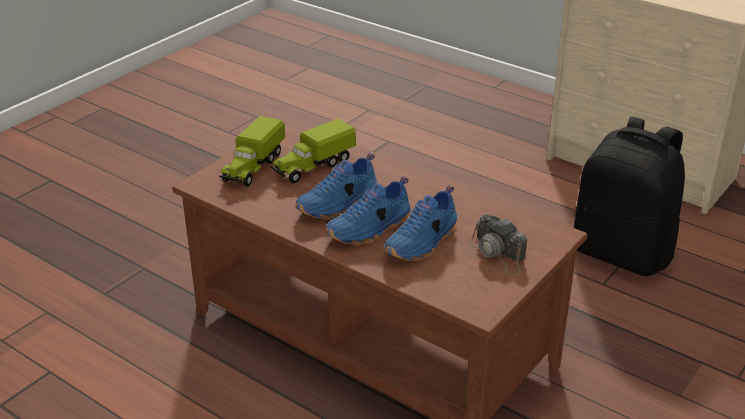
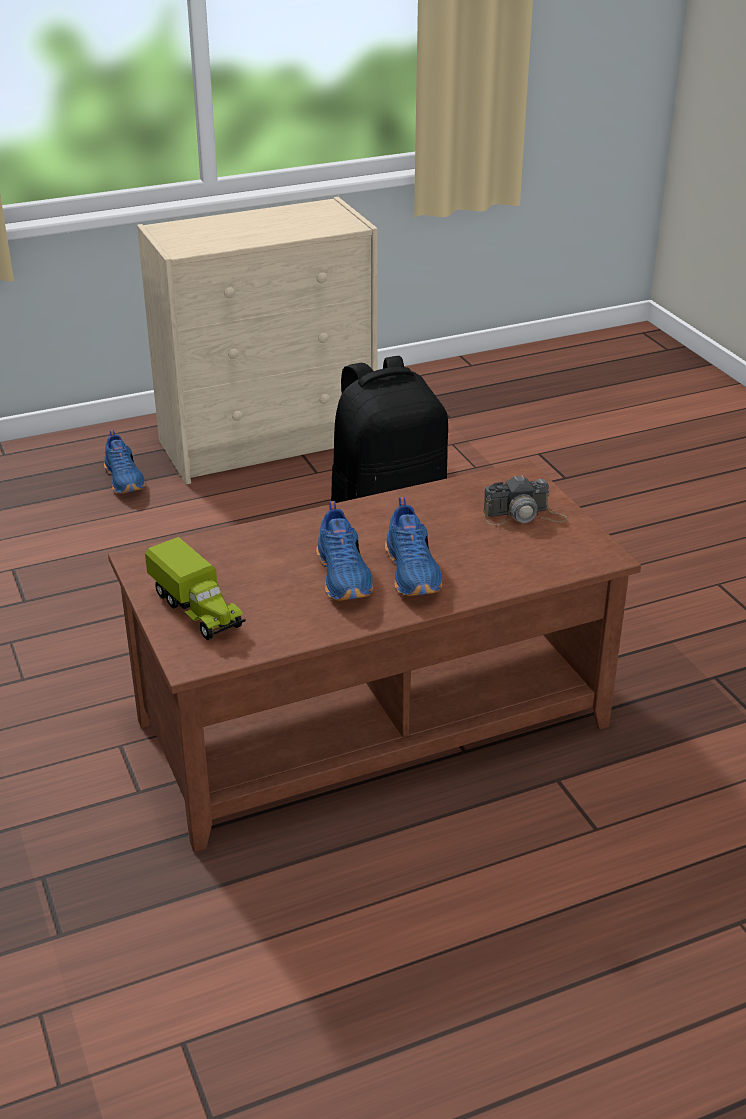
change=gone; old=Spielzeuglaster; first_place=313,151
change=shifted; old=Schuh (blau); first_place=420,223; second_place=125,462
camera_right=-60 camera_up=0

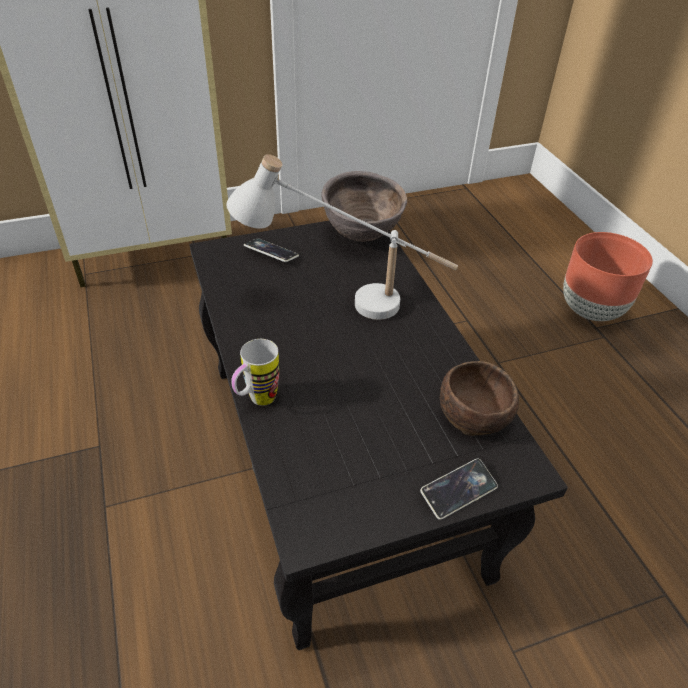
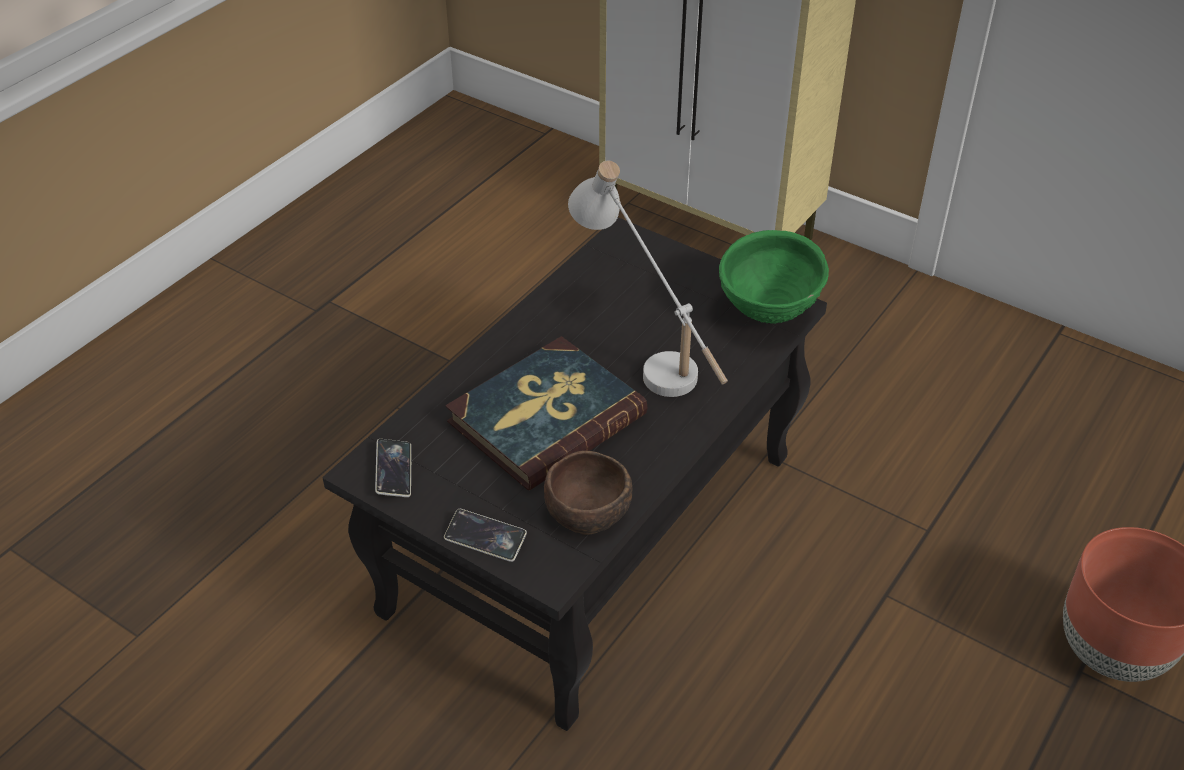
change=gone; old=Henkelbecher; first_place=255,372
change=new; new=Buch; second_place=547,413
change=shifted; old=Handy; first_place=271,250; second_place=393,468
change=repainted; old=Schüssel (braun); new=Schüssel (grün); first_place=364,206; second_place=774,277
camera_right=55 camera_up=0

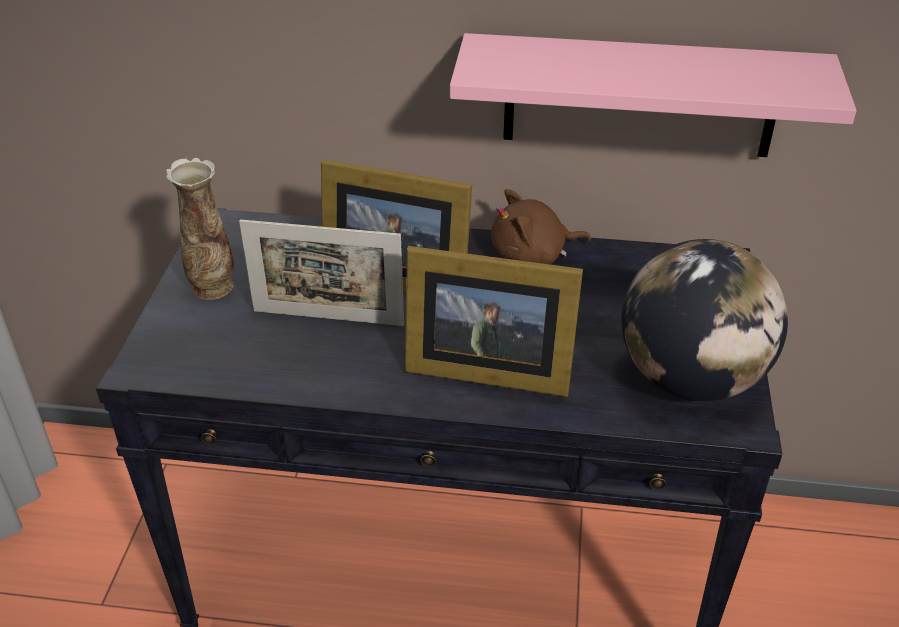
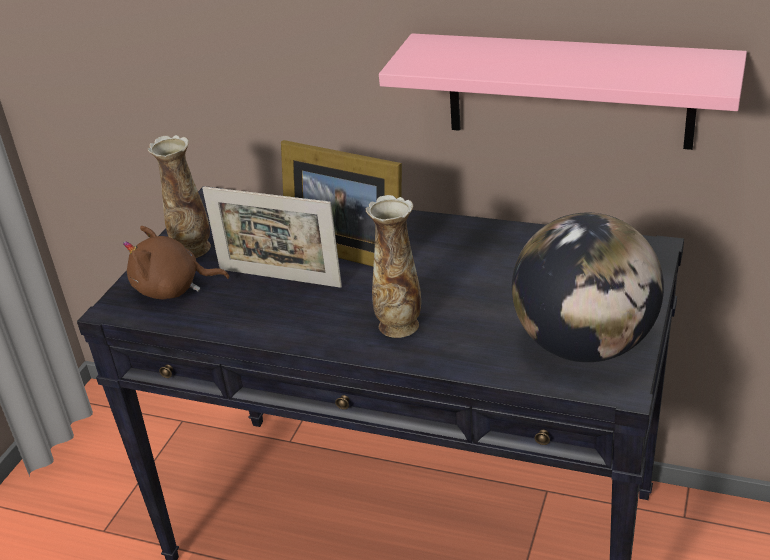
change=shifted; old=Plüschtier (braun); first_place=541,226; second_place=176,262
change=swapped; old=Bilderrahmen; new=Vase; first_place=494,321; second_place=393,266
camera_right=15 camera_up=-5

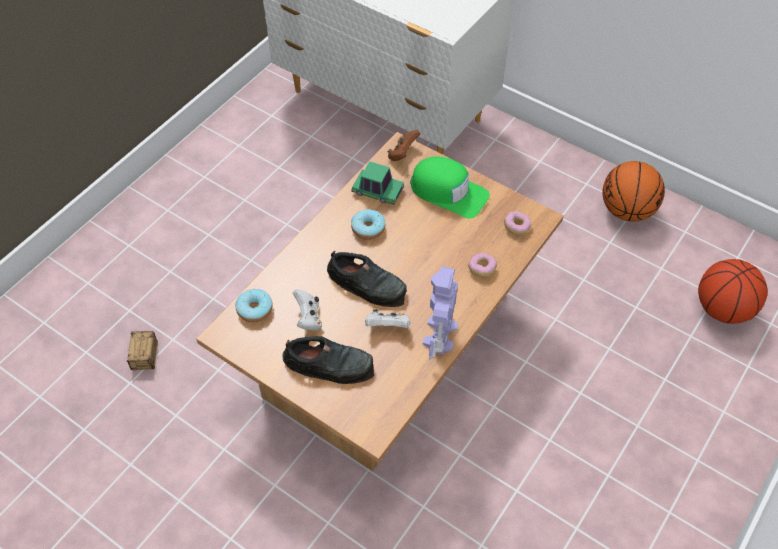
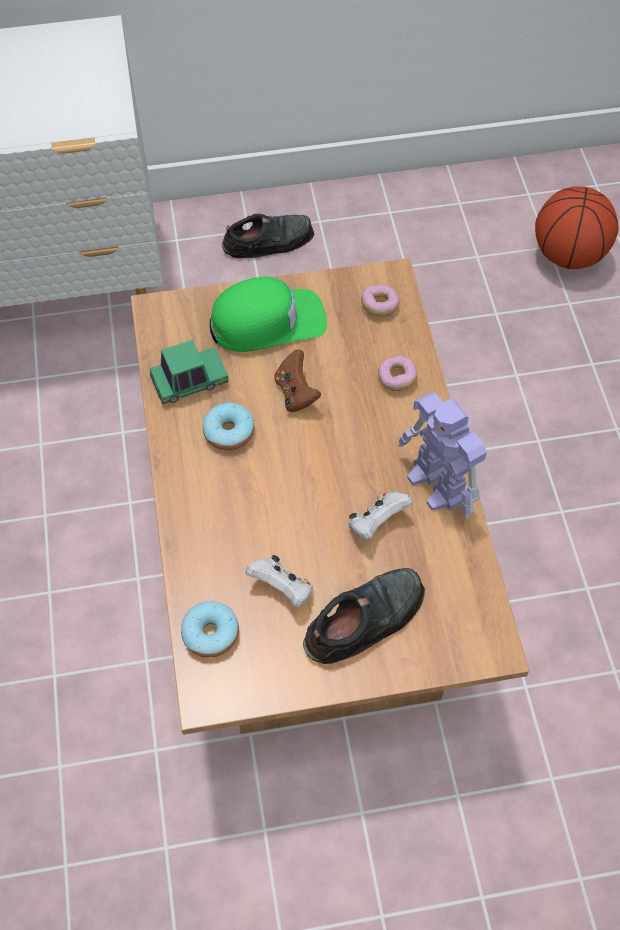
change=gone; old=Aufbewahrungsbox; first_place=142,355
change=gone; old=Basketball; first_place=633,191
change=shifted; old=Schuh (schwarz); first_place=367,279; second_place=268,236
change=shifted; old=Gamepad (braun); first_place=404,145; second_place=297,381
camera_right=-45 camera_up=5

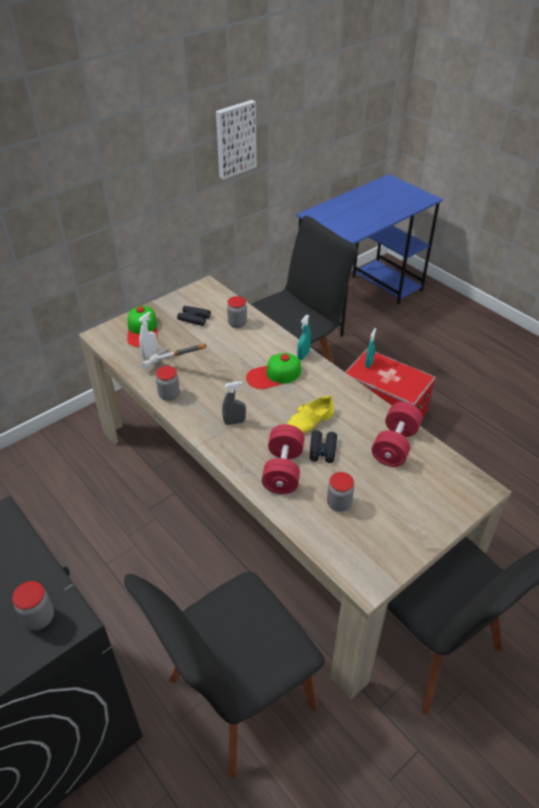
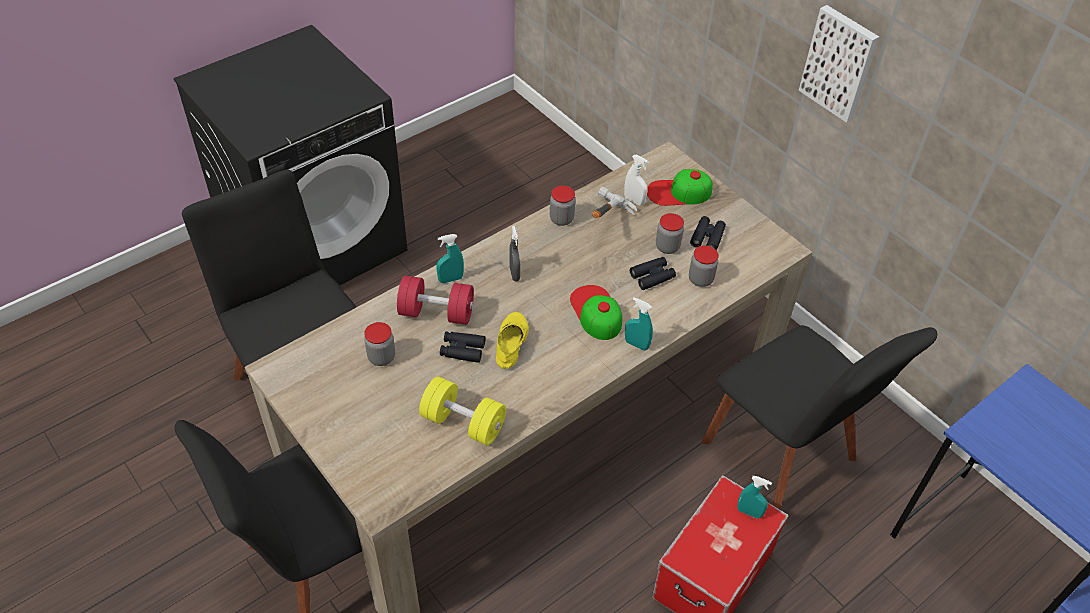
change=new; new=Sprühflasche (türkis); second_place=450,258
change=new; new=Fernglas (schwarz); second_place=653,273
change=shifted; old=Vorratsglas; first_place=33,605; second_place=670,233
change=shifted; old=Bild; first_place=236,140; second_place=839,64
change=repainted; old=Hantel (rot); new=Hantel (gelb); first_place=397,434; second_place=462,411
change=rotated; old=Schuh (gelb); first_place=311,414; second_place=512,340; degrees=45
camera_right=90 camera_up=5

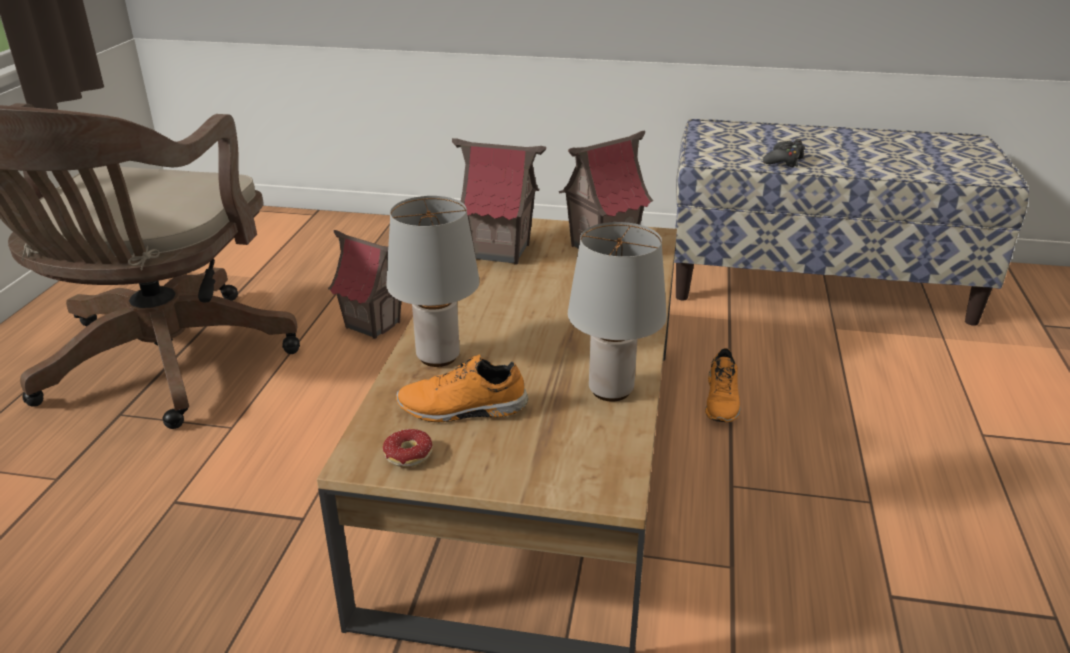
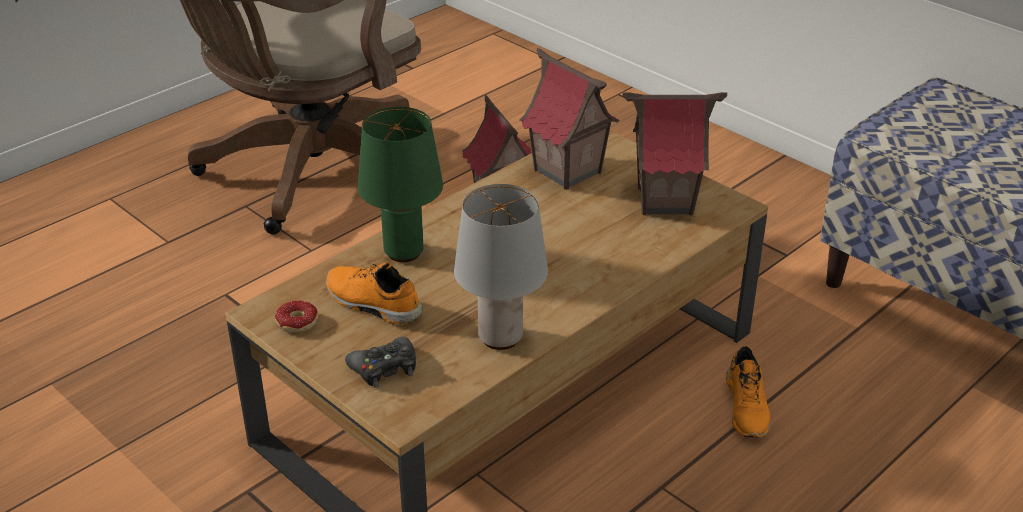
change=shifted; old=Gamepad (schwarz); first_place=784,153; second_place=380,362
change=repainted; old=Tischlampe (grau); new=Tischlampe (grün); first_place=433,281; second_place=400,184
change=rotated; old=Schuh (orange); first_place=723,385; second_place=748,392; degrees=-45
camera_right=35 camera_up=5

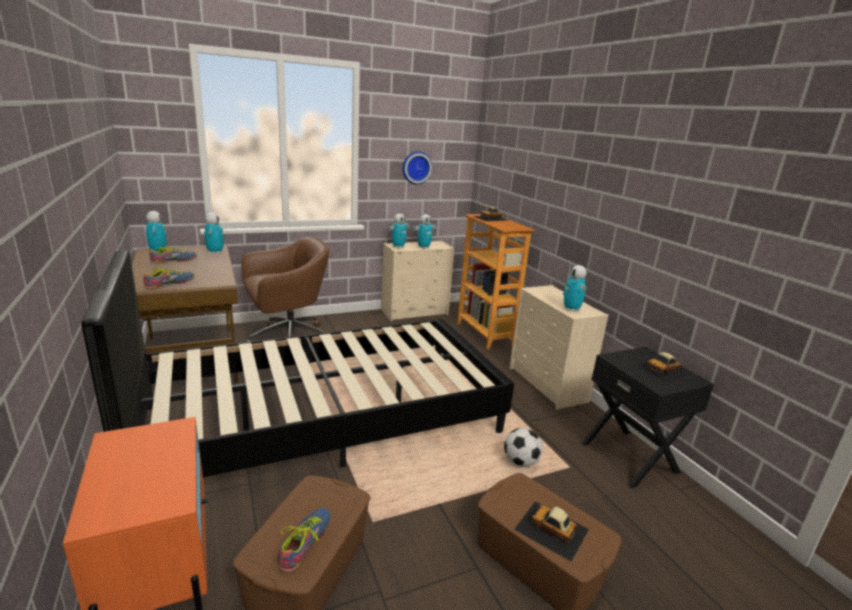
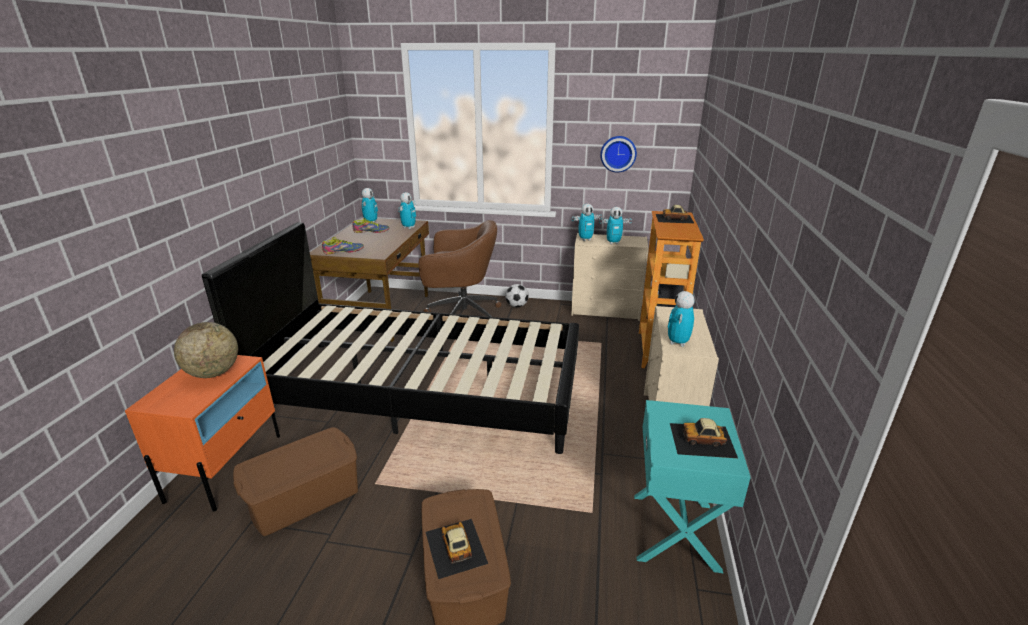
change=gone; old=Schuh; first_place=304,539
change=new; new=Globus; second_place=206,350
change=shifted; old=Fußball; first_place=523,447; second_place=517,295
change=repainted; old=Nachttisch (schwarz); new=Nachttisch (türkis); first_place=647,417; second_place=692,486
camera_right=35 camera_up=5

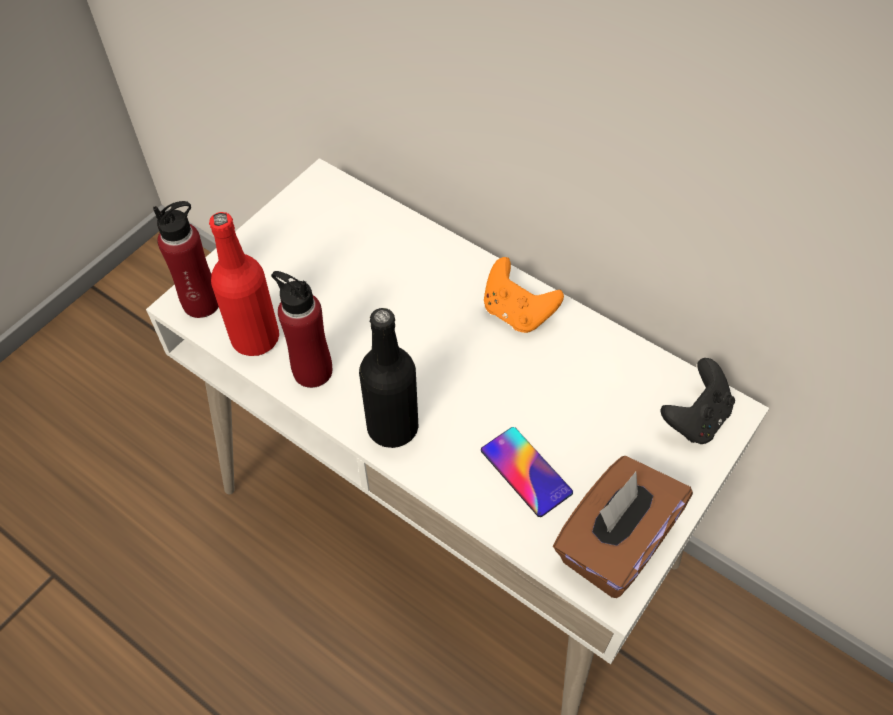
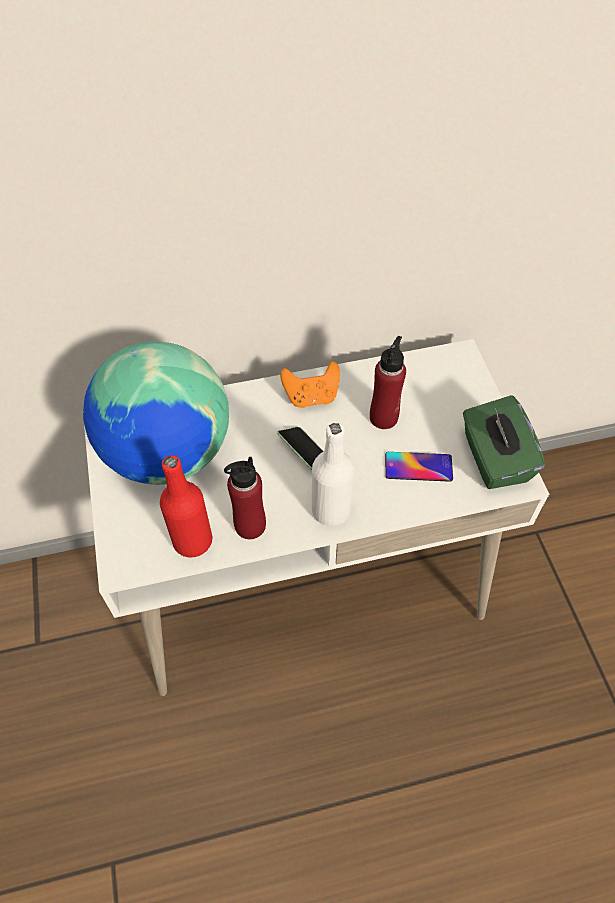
change=gone; old=Gamepad (schwarz); first_place=697,401
change=new; new=Globus; second_place=156,413
change=new; new=Handy; second_place=300,448
change=shifted; old=Flasche (rot); first_place=186,259; second_place=388,382
change=repainted; old=Flasche (schwarz); new=Flasche (weiß); first_place=388,378; second_place=333,474
change=repainted; old=Taschentuchbox (braun); new=Taschentuchbox (grün); first_place=623,527; second_place=504,442
camera_right=-50 camera_up=0

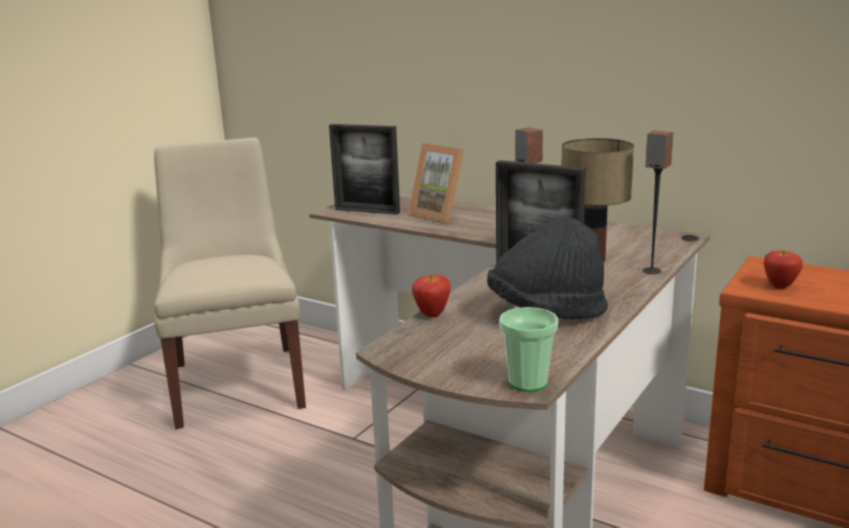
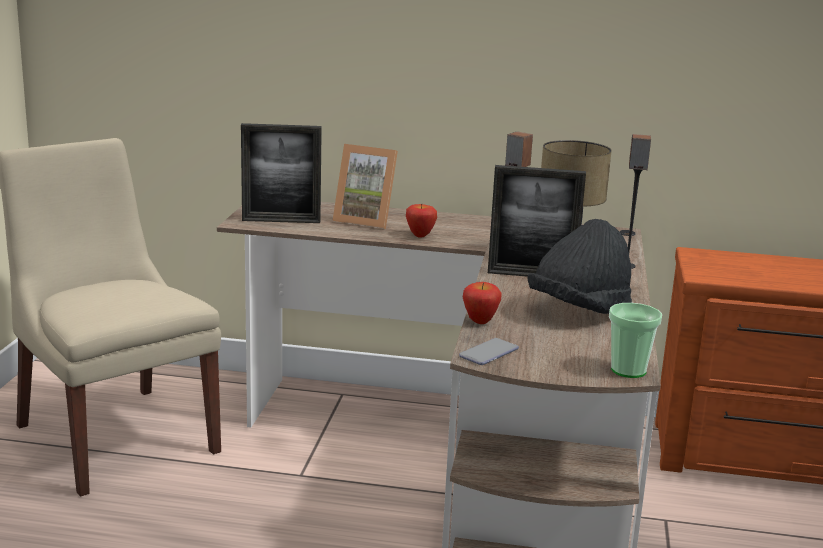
change=new; new=Handy; second_place=489,351
change=shifted; old=Apfel; first_place=783,270; second_place=421,221
camera_right=-25 camera_up=0

